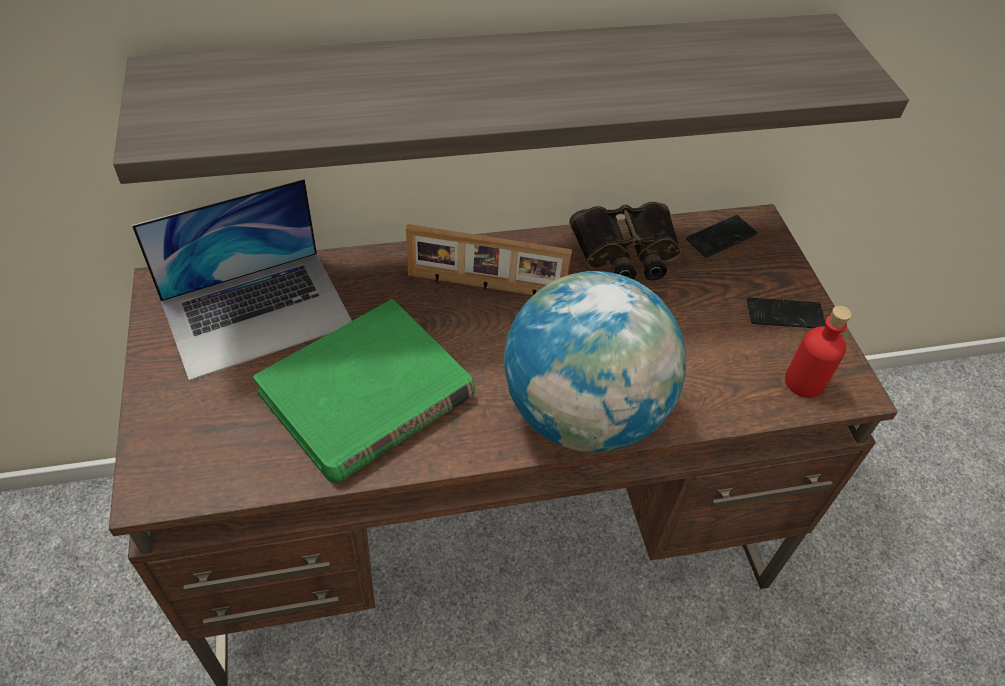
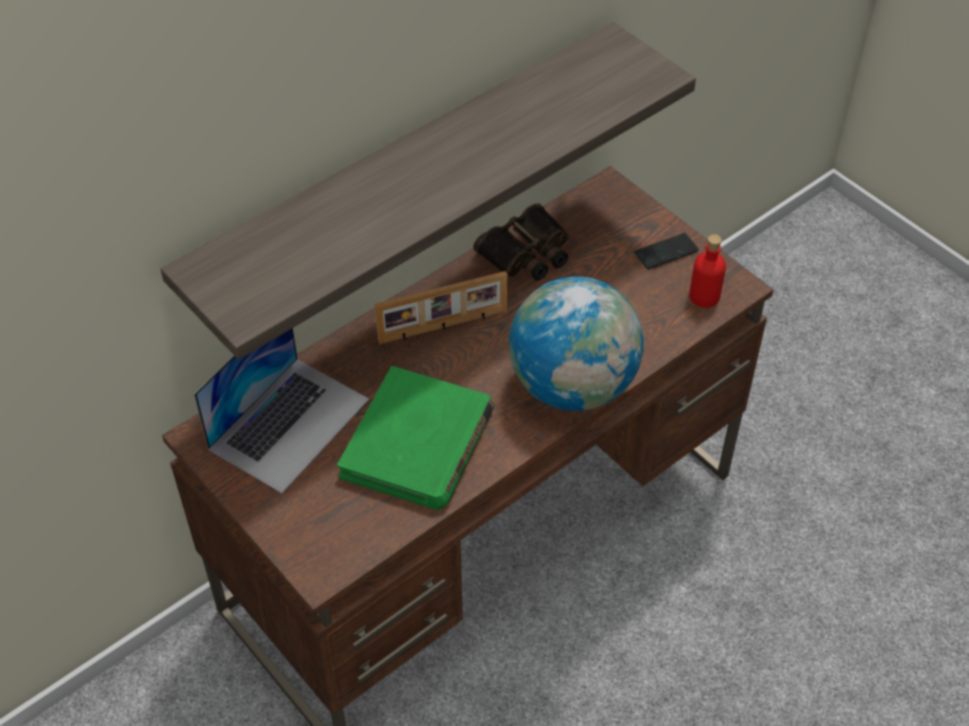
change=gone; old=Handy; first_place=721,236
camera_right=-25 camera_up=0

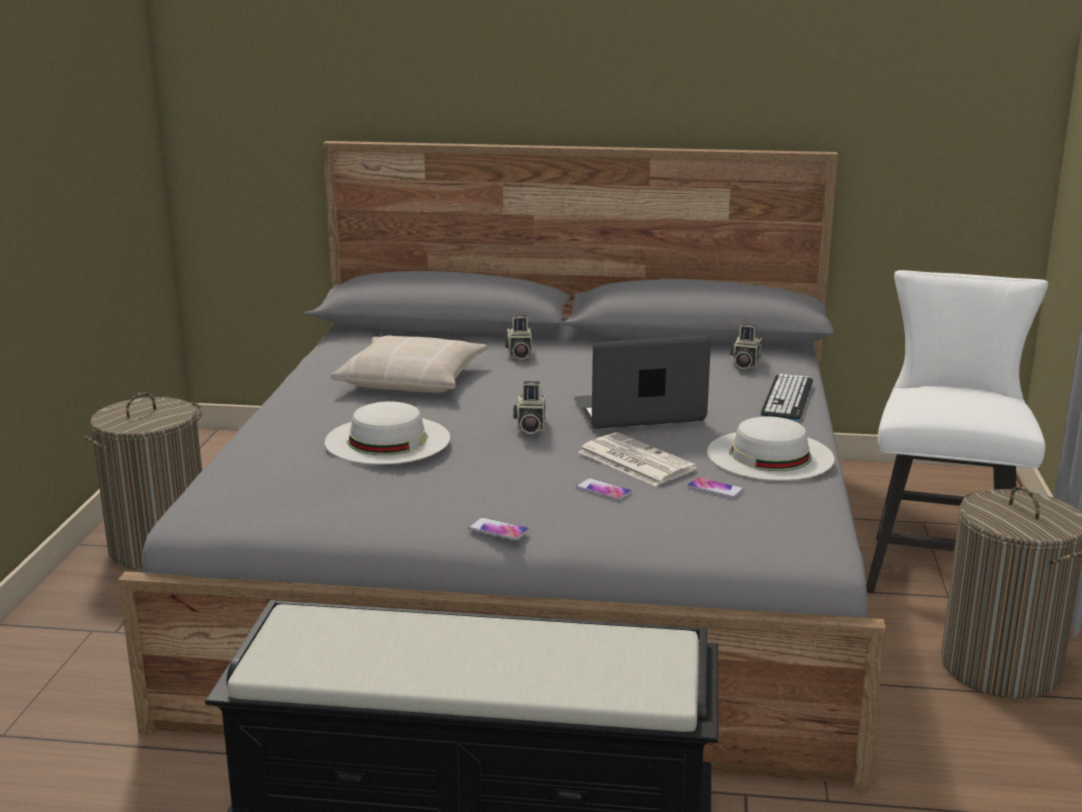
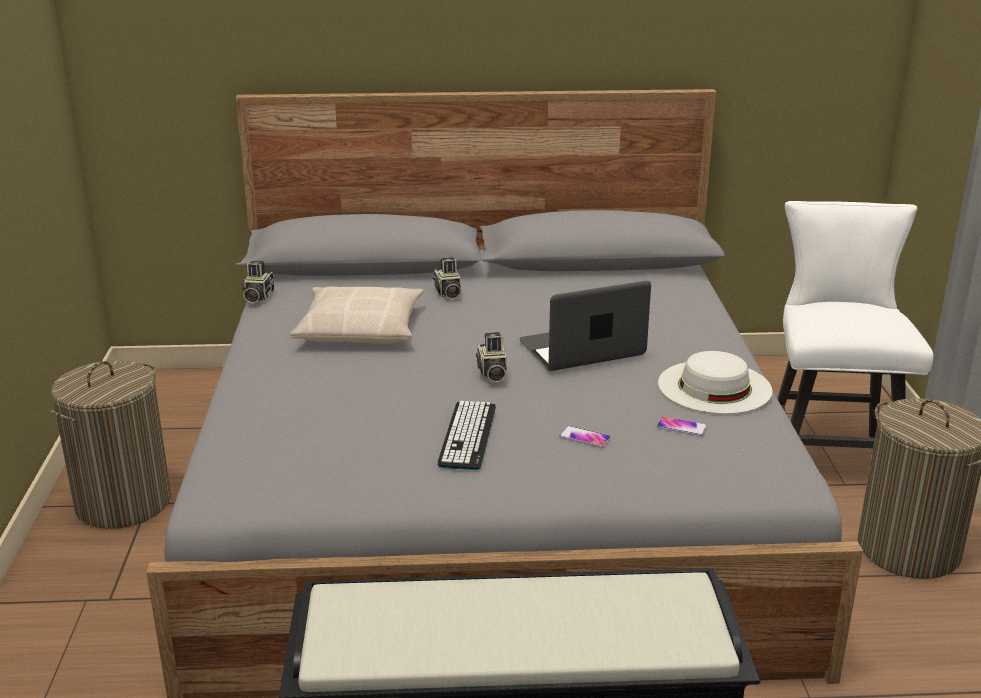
change=gone; old=Hut (weiß); first_place=387,432
change=gone; old=Handy; first_place=499,529
change=gone; old=Zeitung; first_place=638,459
change=shifted; old=Kamera; first_place=746,346; second_place=258,282
change=shifted; old=Tastatur; first_place=787,397; second_place=467,435
camera_right=-10 camera_up=5

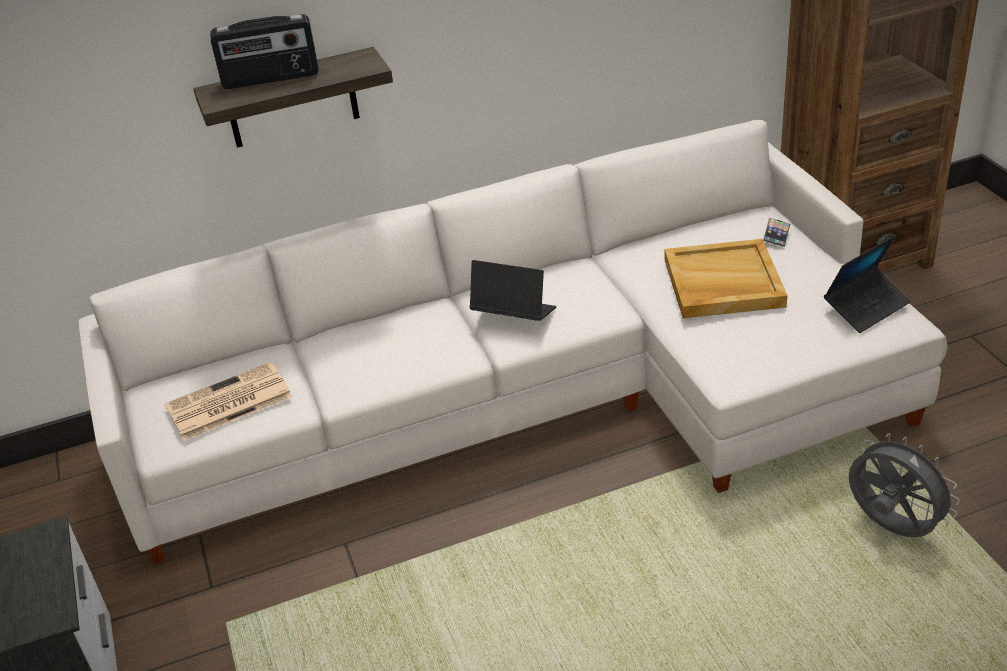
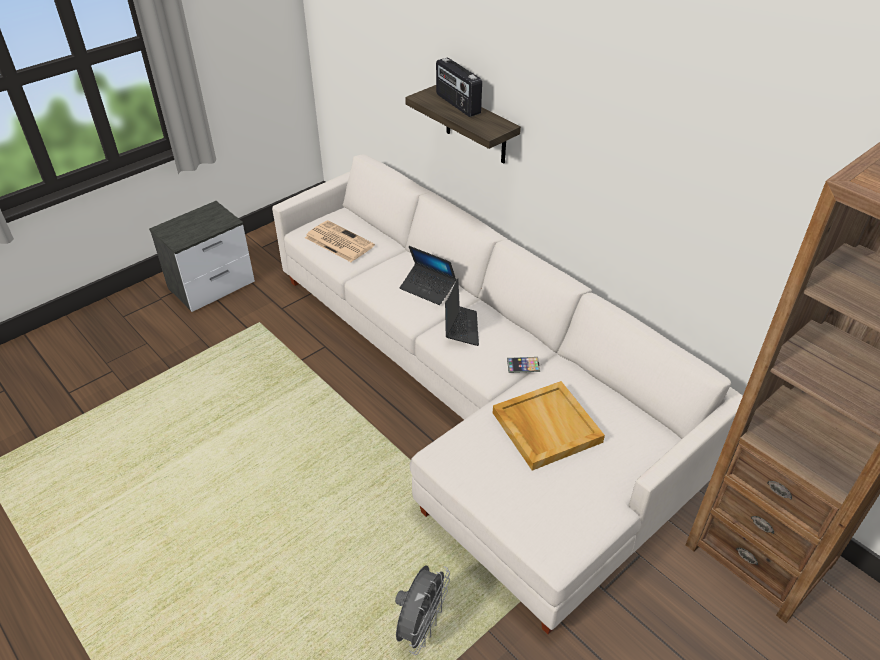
change=shifted; old=Handy; first_place=776,232; second_place=523,365
change=shifted; old=Laptop; first_place=867,284; second_place=428,275
camera_right=65 camera_up=5

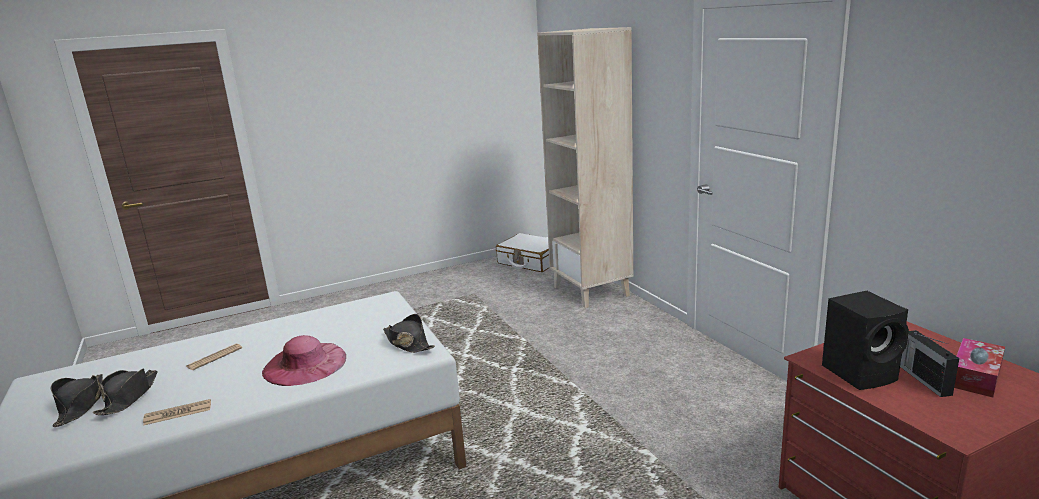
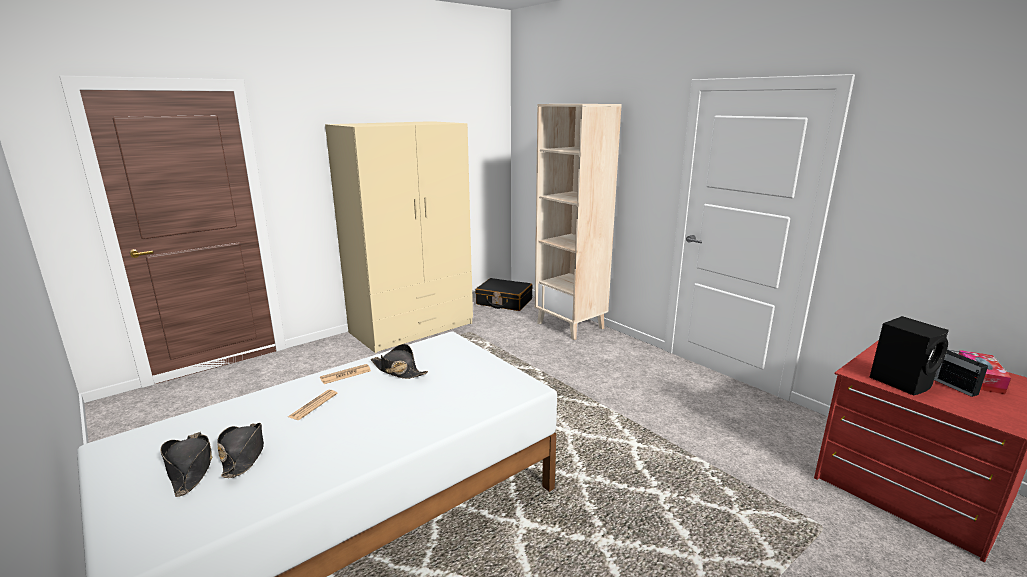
change=gone; old=Hut (rosa); first_place=304,360
change=new; new=Kleiderschrank (beige); second_place=399,237
change=shifted; old=Zeitung; first_place=177,412; second_place=345,374
change=shifted; old=Hut (schwarz); first_place=409,333; second_place=399,361
change=repainted; old=Koffer (weiß); new=Koffer (schwarz); first_place=523,252; second_place=504,294
camera_right=-15 camera_up=0

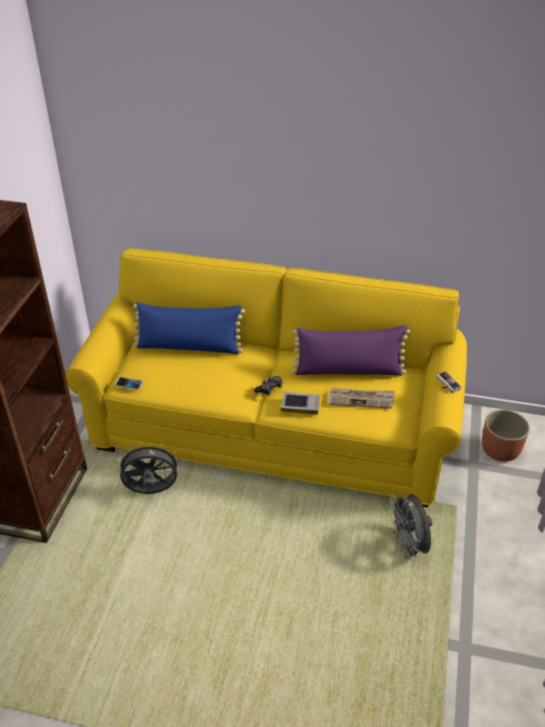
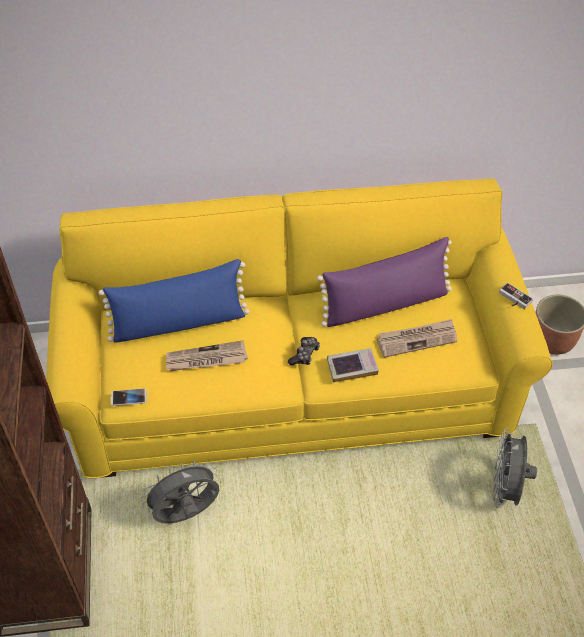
change=new; new=Zeitung; second_place=207,355
change=rotated; old=Ventilator (grau); first_place=411,527; second_place=515,468; degrees=45
camera_right=-20 camera_up=10

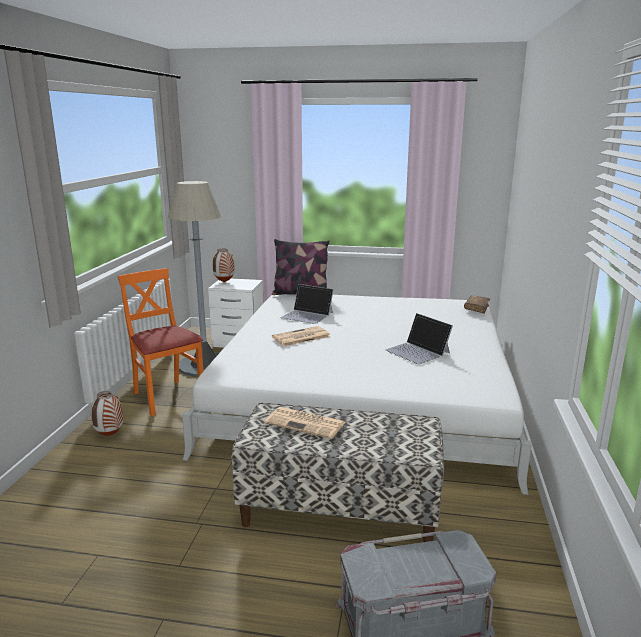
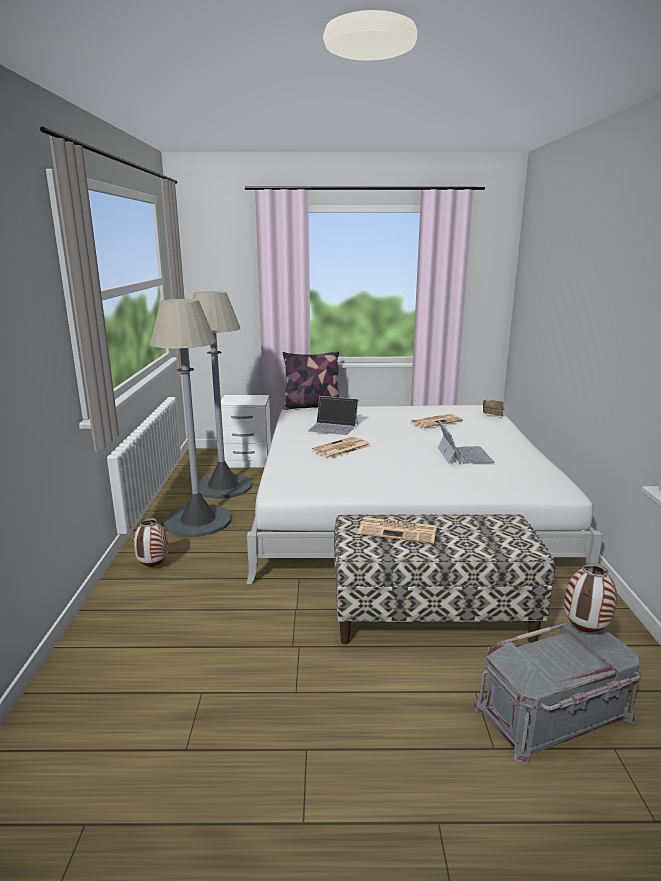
change=new; new=Zeitung; second_place=437,421
change=shifted; old=Vase; first_place=223,265; second_place=590,597
change=swapped; old=Stuhl (orange); new=Stehlampe (grau); first_place=160,342; second_place=190,418
change=rotated; old=Laptop; first_place=419,338; second_place=466,442; degrees=-135
camera_right=-10 camera_up=0

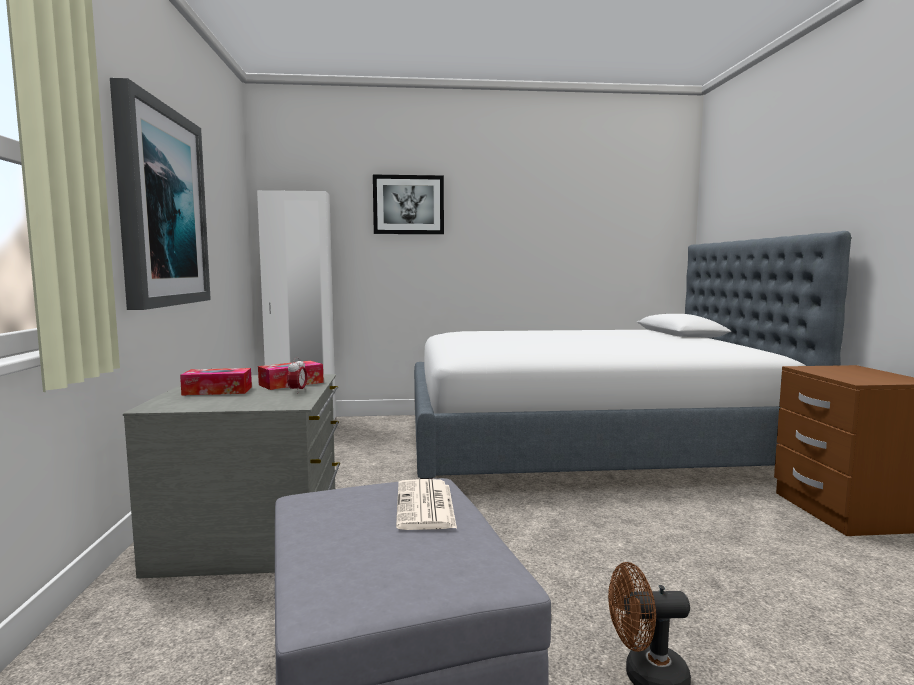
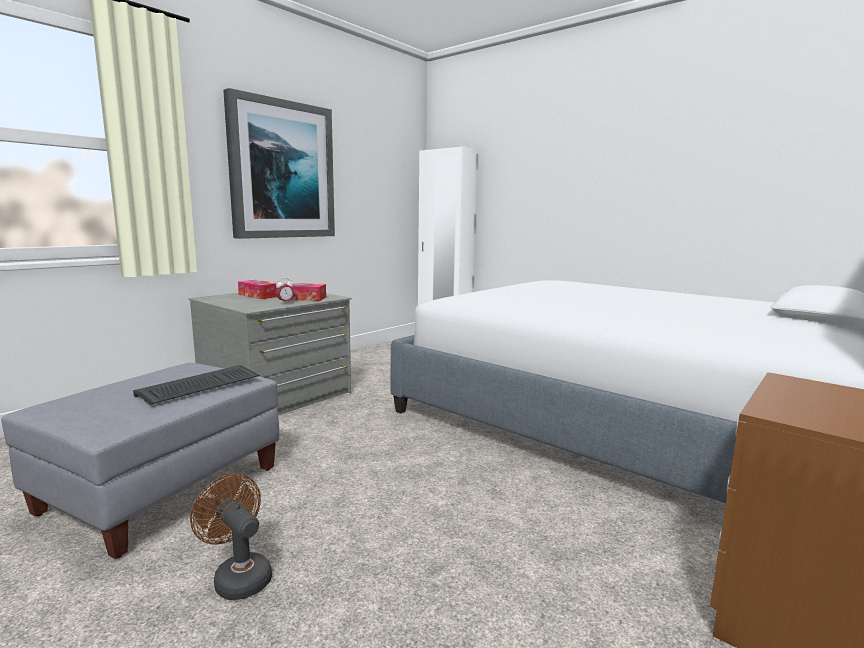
change=gone; old=Bild; first_place=408,204
change=swapped; old=Zeitung; new=Tastatur; first_place=426,504; second_place=196,385
camera_right=45 camera_up=5

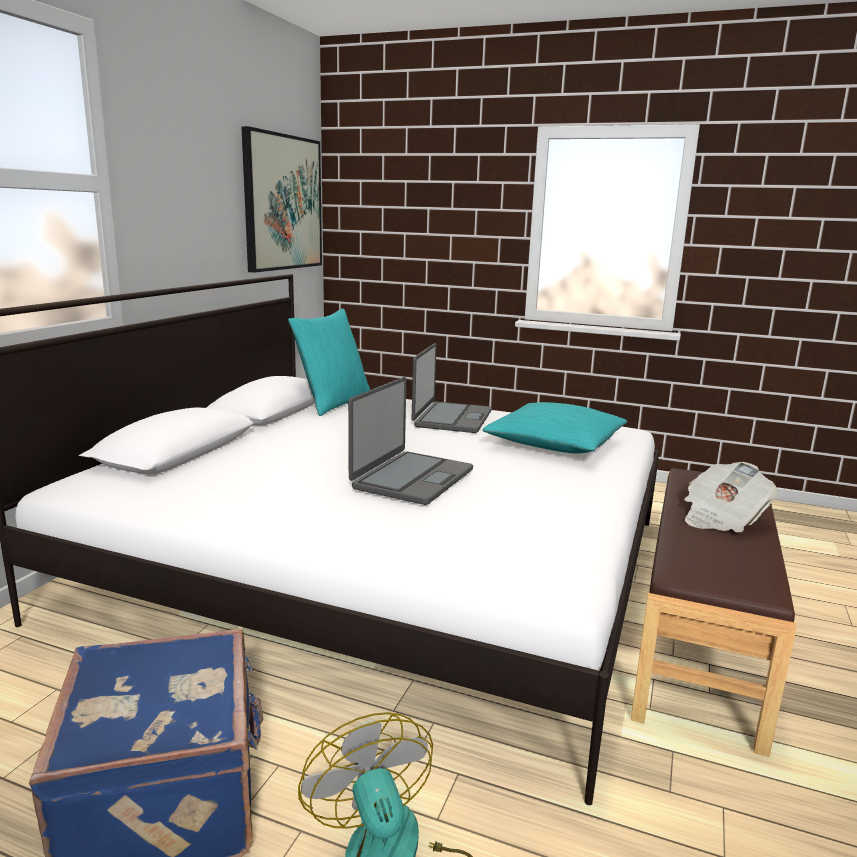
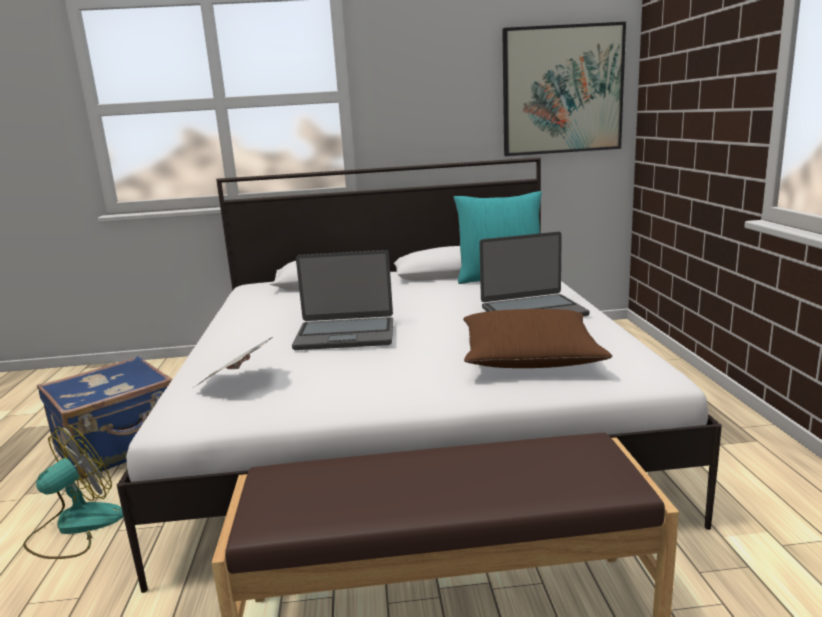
change=shifted; old=Zeitung; first_place=731,497; second_place=234,361
change=repainted; old=Kissen (türkis); new=Kissen (braun); first_place=554,427; second_place=537,338
camera_right=65 camera_up=0

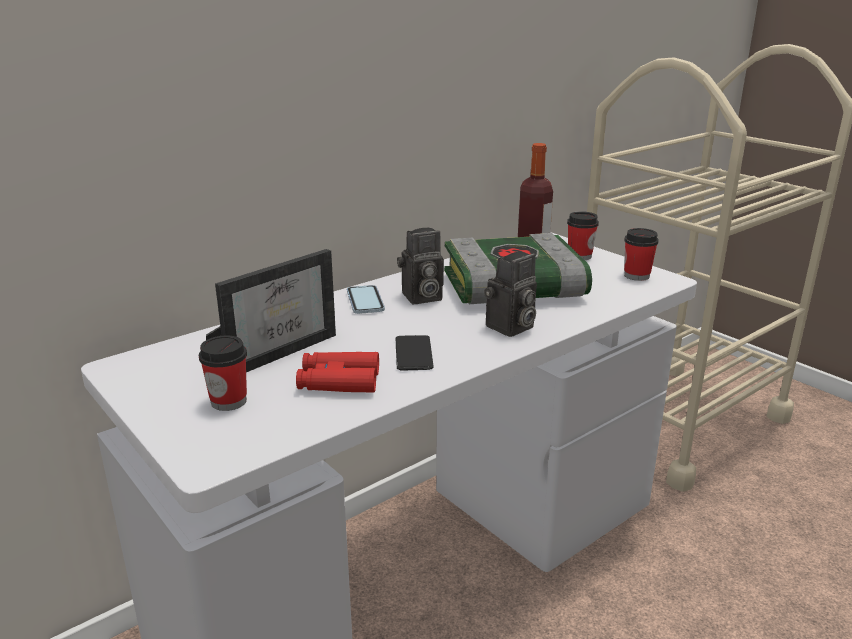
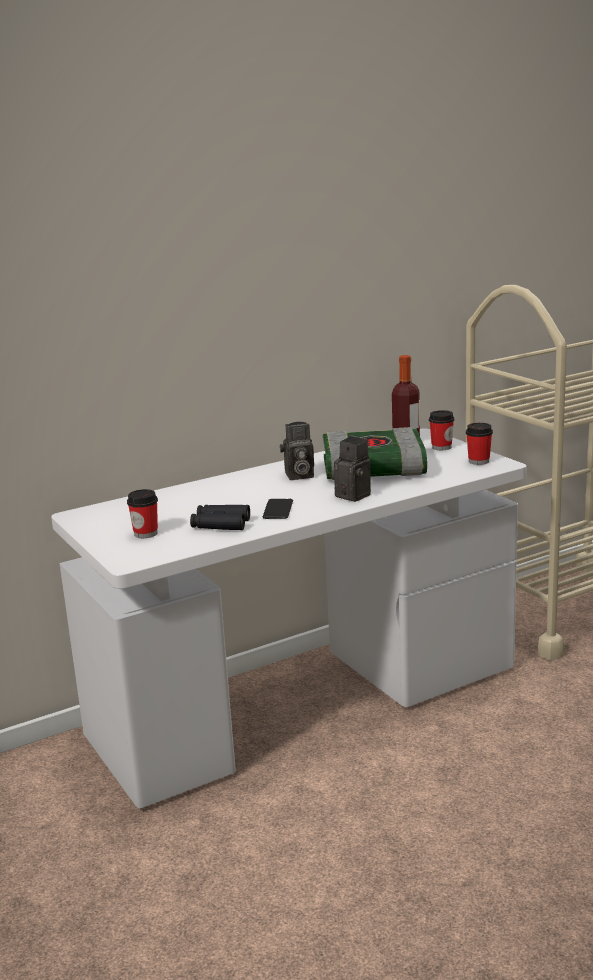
change=gone; old=Bilderrahmen; first_place=271,310
change=gone; old=Handy; first_place=366,299
change=repainted; old=Fernglas (rot); new=Fernglas (schwarz); first_place=337,372; second_place=220,517
change=rotated; old=Kamera; first_place=510,294; second_place=352,468; degrees=-105
camera_right=10 camera_up=-5

